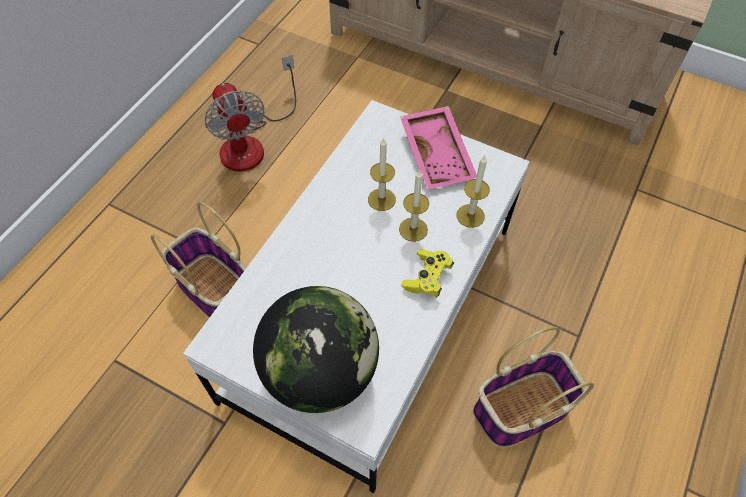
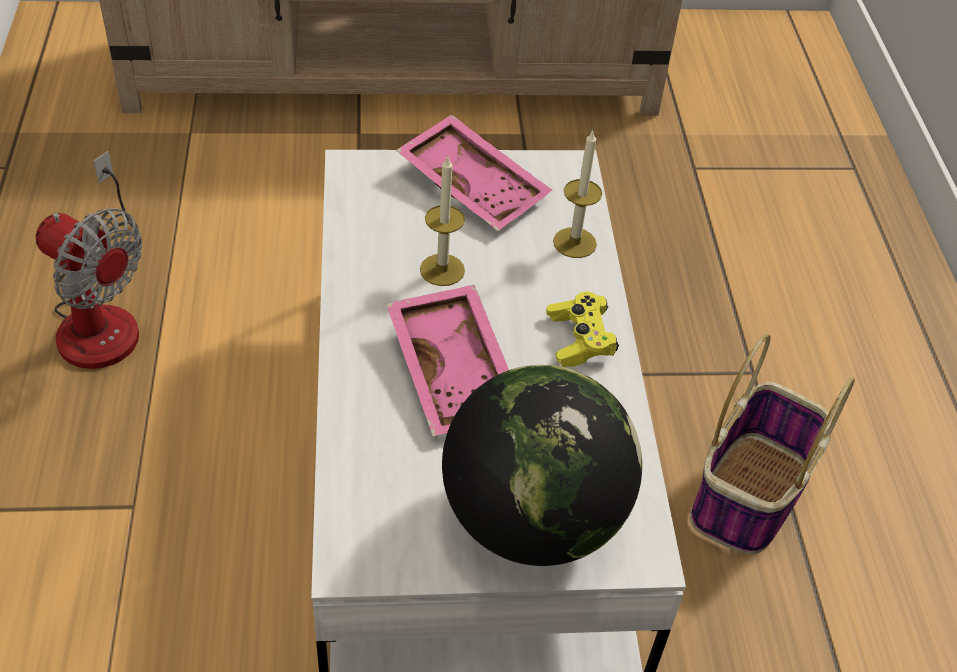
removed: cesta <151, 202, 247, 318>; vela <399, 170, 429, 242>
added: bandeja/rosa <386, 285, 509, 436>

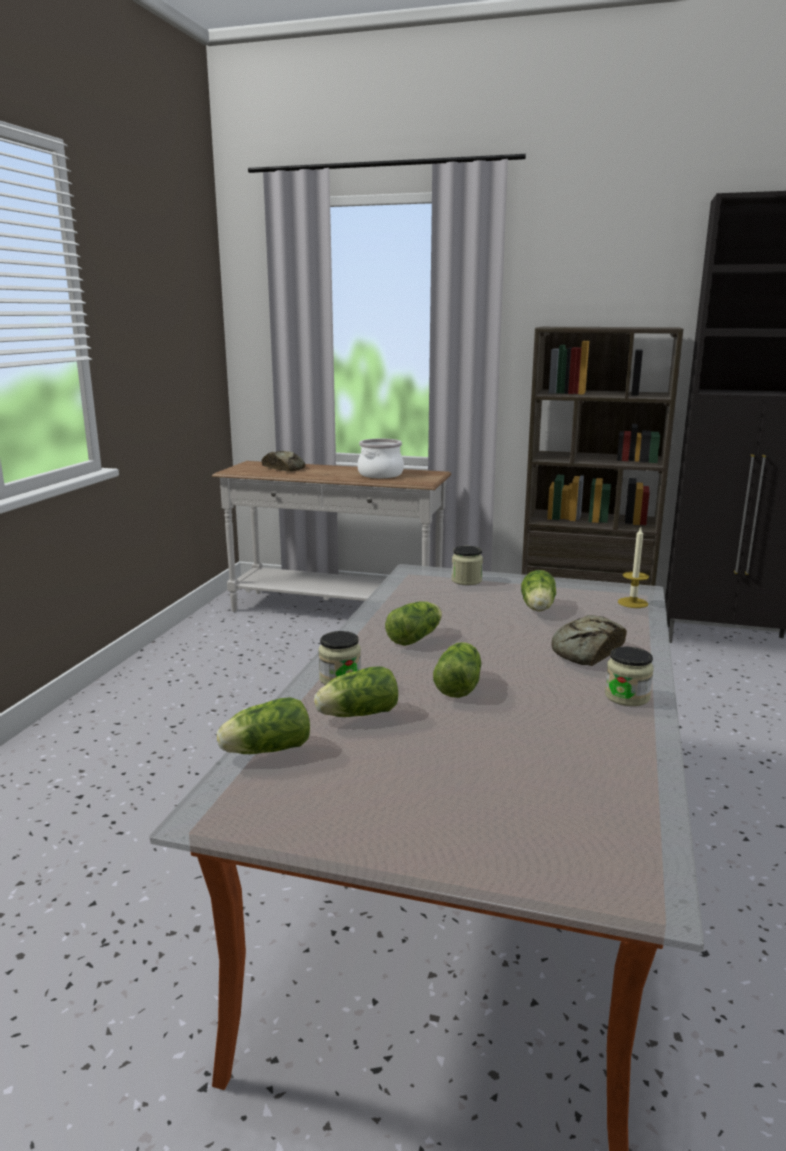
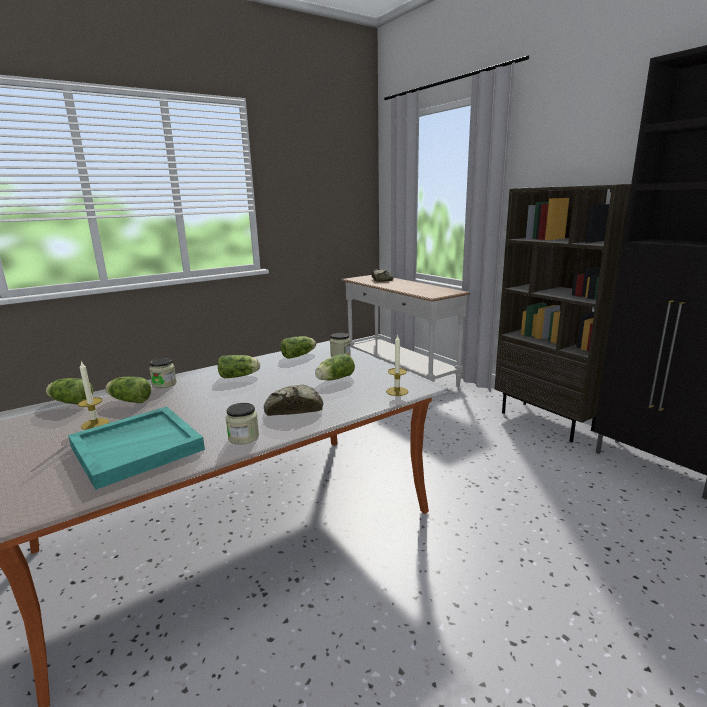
removed: olla <357, 439, 404, 478>
added: bandeja/turquesa <68, 406, 205, 490>; vela <78, 361, 109, 430>
moved: lechuga <433, 642, 481, 698> to <280, 336, 316, 359>

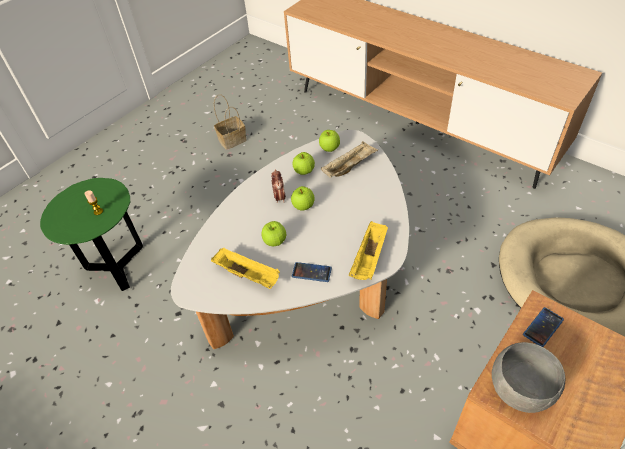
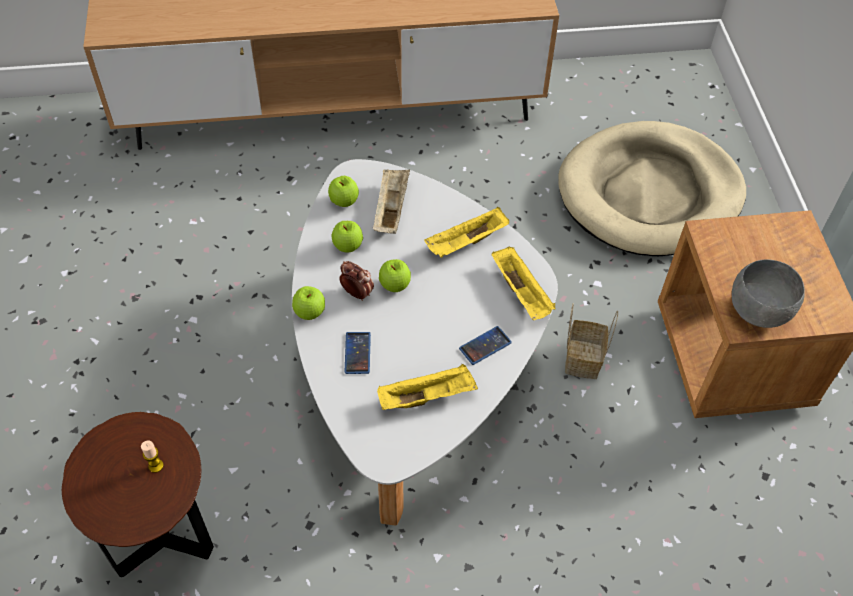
added: bandeja/amarillo <424, 207, 509, 258>
moved: manzana <261, 221, 286, 246> to <292, 286, 325, 320>; móvil <523, 307, 564, 347> to <345, 332, 371, 374>; cesta <214, 94, 247, 150> to <565, 303, 618, 379>
recoloured: mesa auxiliar/verde <40, 178, 143, 291> to mesa auxiliar/marrón <62, 412, 214, 577>

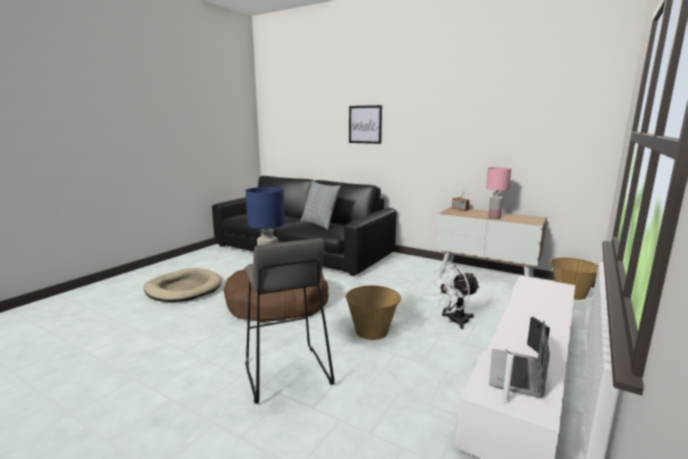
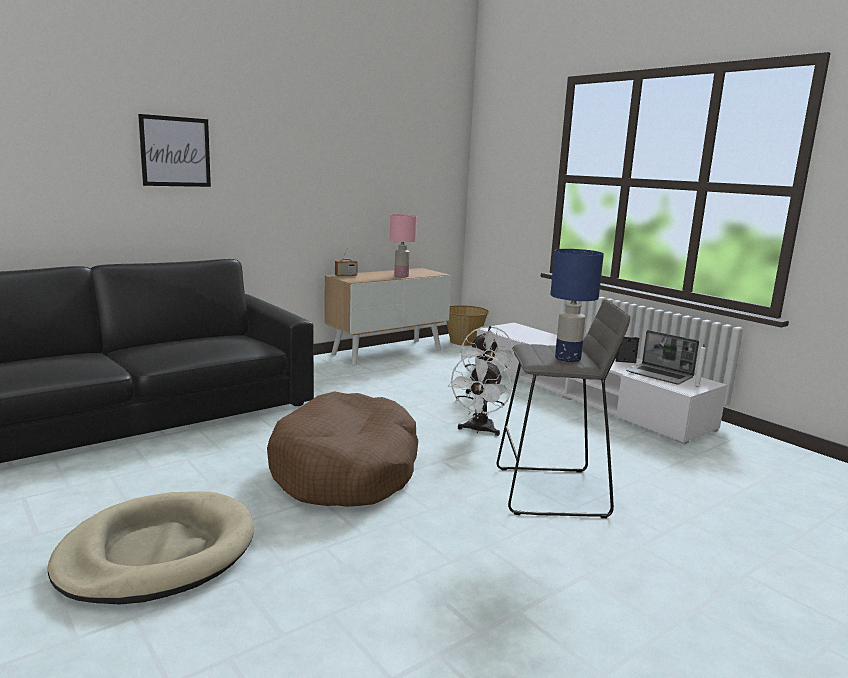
removed: cojín <301, 181, 341, 230>
replaced: cesta <346, 286, 401, 340> to ventilador/blanco <448, 354, 512, 436>

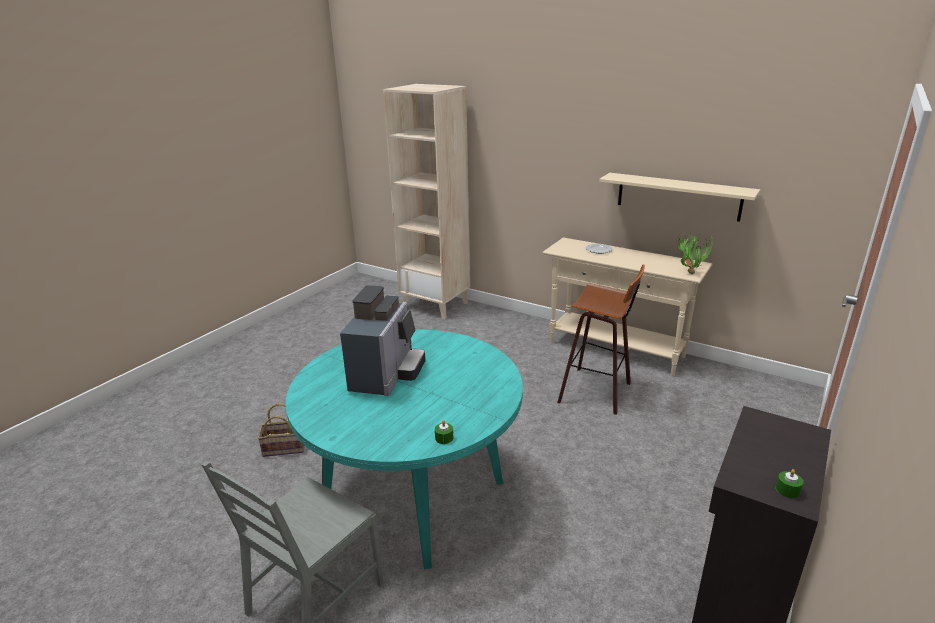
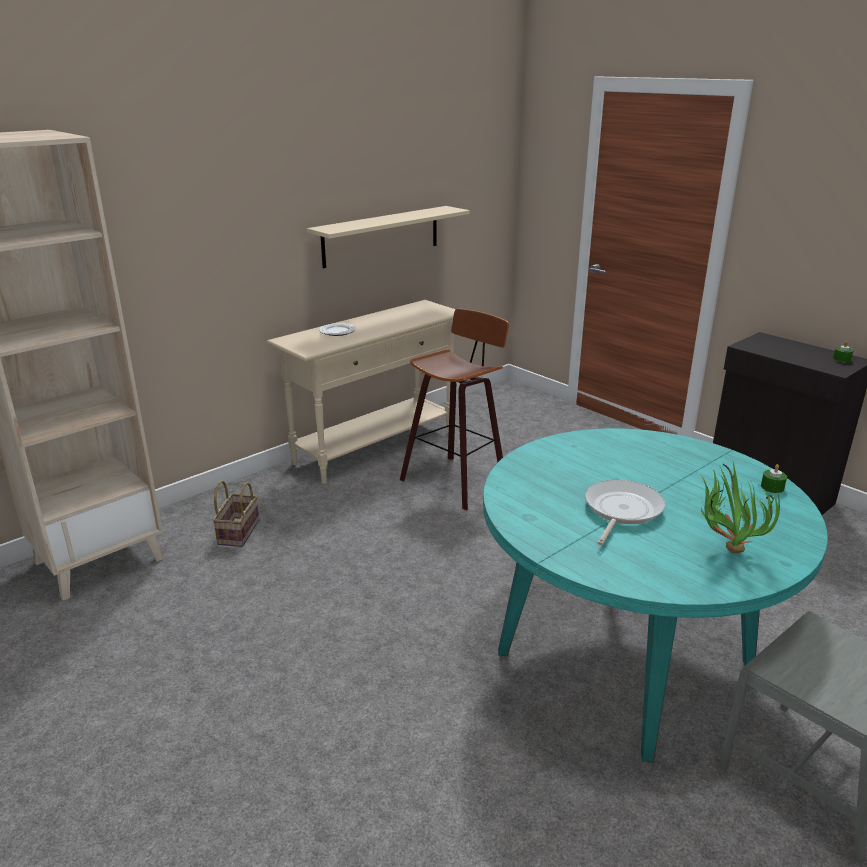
moved: cesta <258, 404, 305, 457> to <213, 481, 259, 547>; planta en maceta <675, 232, 716, 274> to <701, 462, 780, 553>
replaced: cafetera <340, 285, 425, 396> to sartén <585, 479, 666, 545>

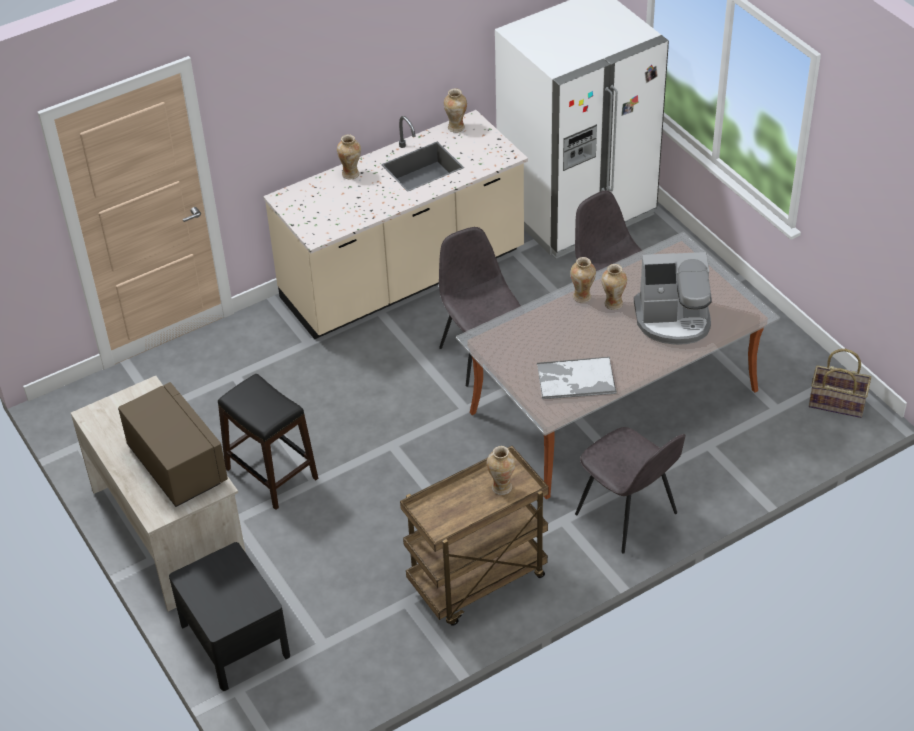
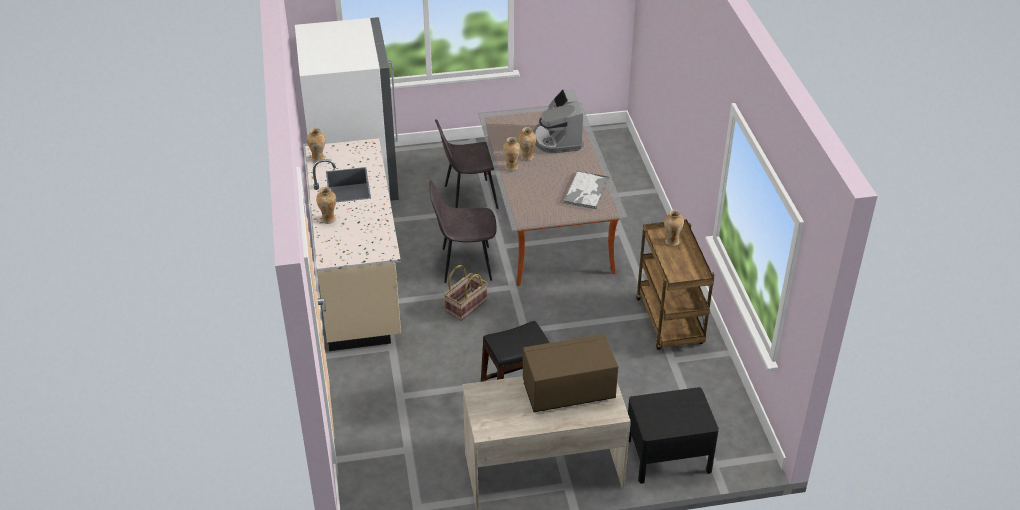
removed: silla/gris <575, 427, 686, 554>
moved: cesta <809, 349, 871, 418> to <444, 265, 487, 321>
turned: cafetera <634, 252, 712, 345> = <533, 89, 584, 153> 150 degrees clockwise

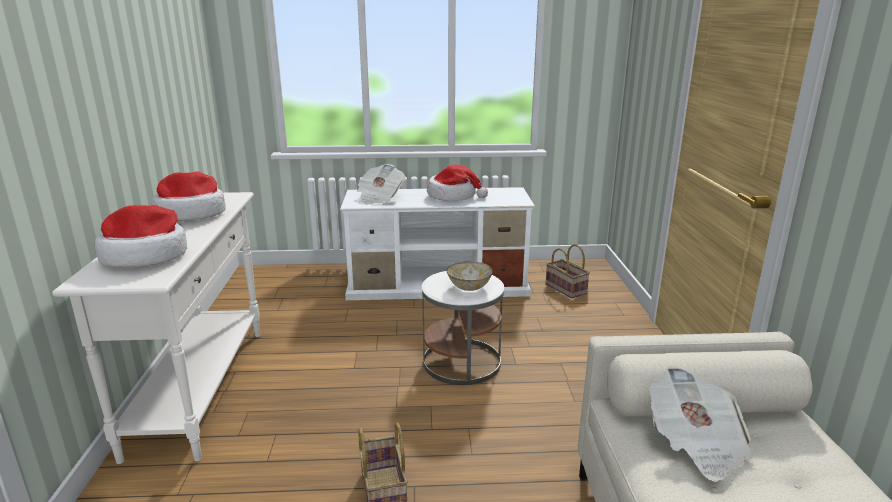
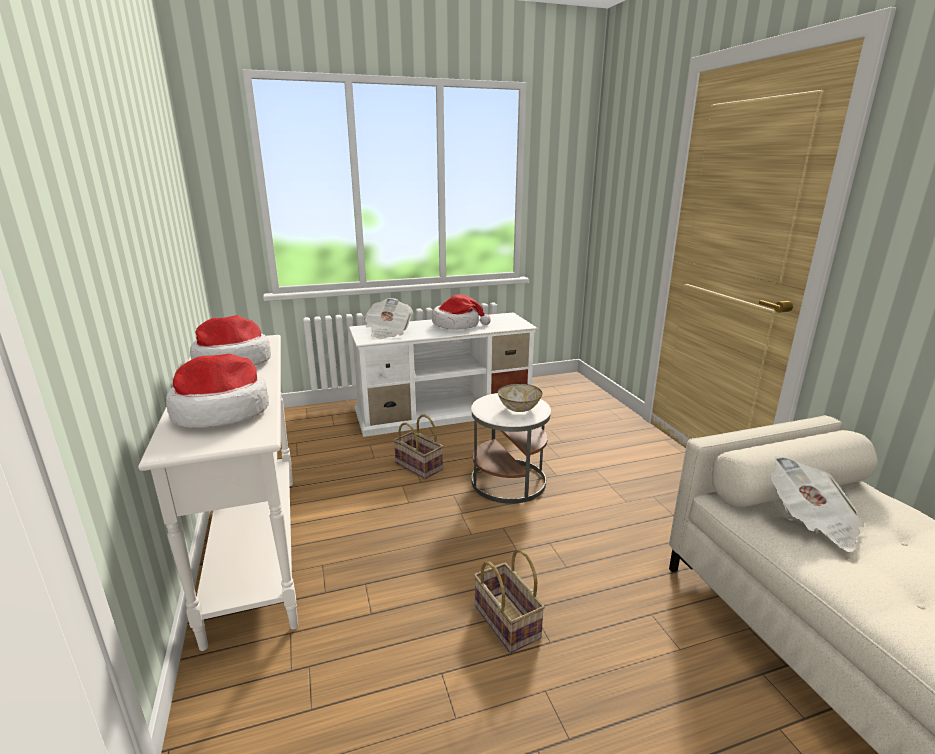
moved: cesta <546, 244, 590, 298> to <393, 414, 443, 479>

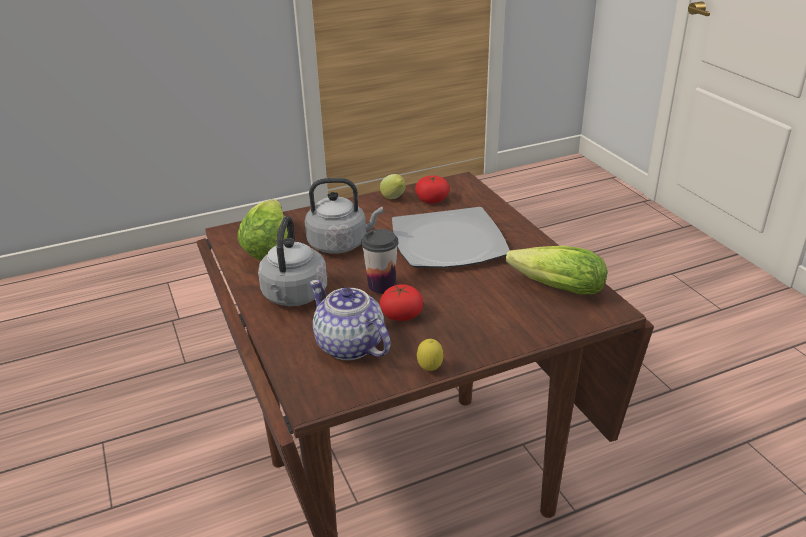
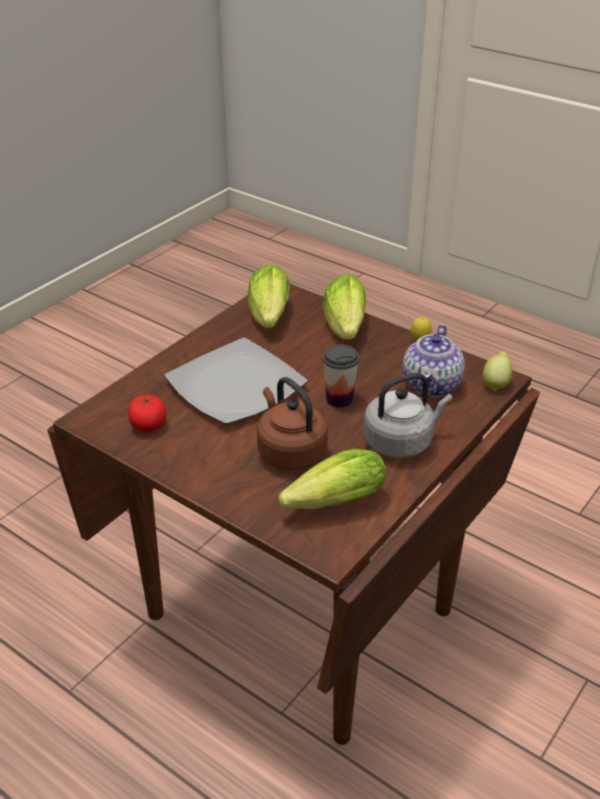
removed: tomate <380, 284, 423, 321>
added: lechuga <323, 274, 366, 340>
moved: limón <380, 174, 406, 199> to <483, 351, 512, 391>
recoloured: hervidor/gris <305, 178, 383, 254> to hervidor/marrón <257, 377, 328, 470>

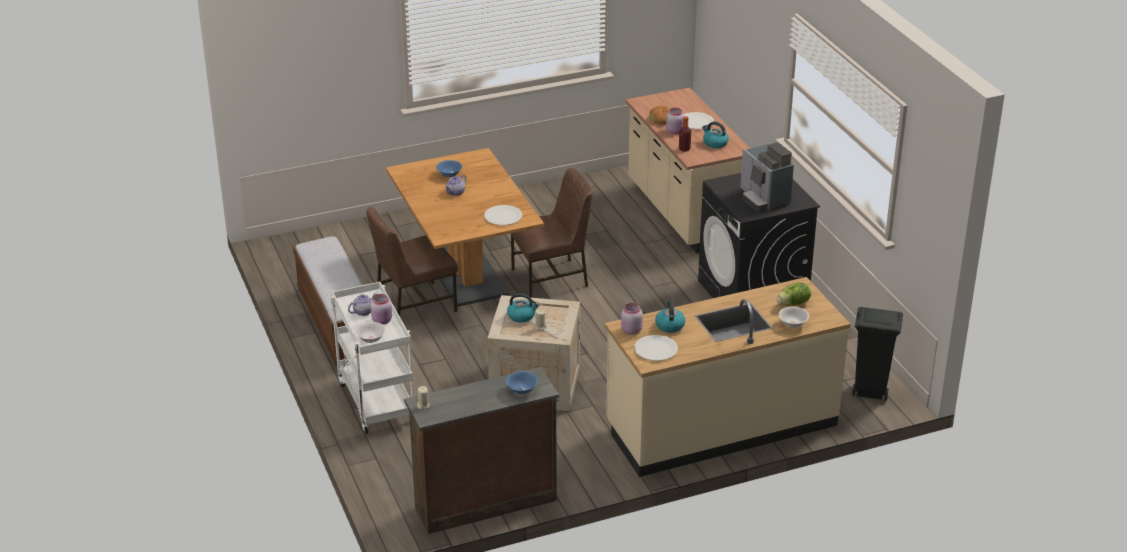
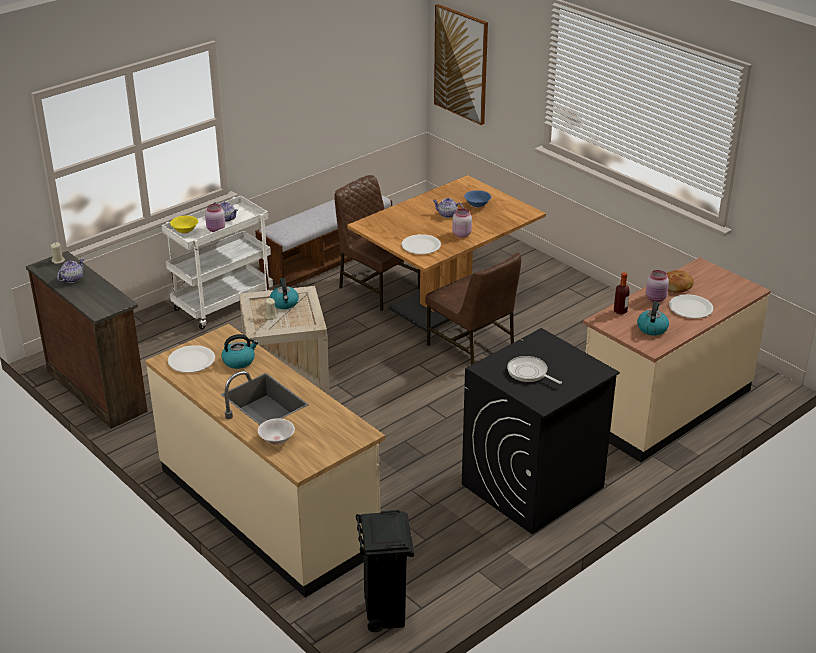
removed: cuenco/azul <505, 371, 538, 394>; lechuga <777, 283, 811, 306>
added: tetera <57, 258, 84, 283>; cuadro <434, 4, 488, 125>
moved: tarro/rosa <621, 303, 643, 335> to <452, 208, 472, 237>
replaced: cafetera <740, 142, 794, 212> to sartén <507, 356, 562, 384>
recoloured: cuenco/blanco <355, 322, 386, 343> to cuenco/amarillo <170, 215, 198, 234>

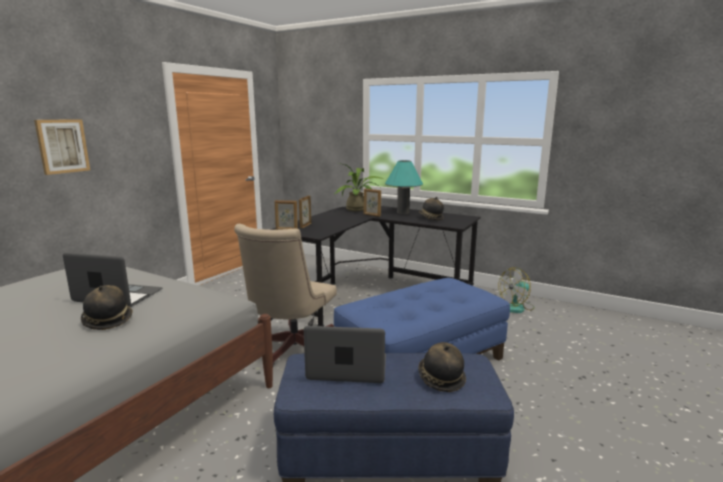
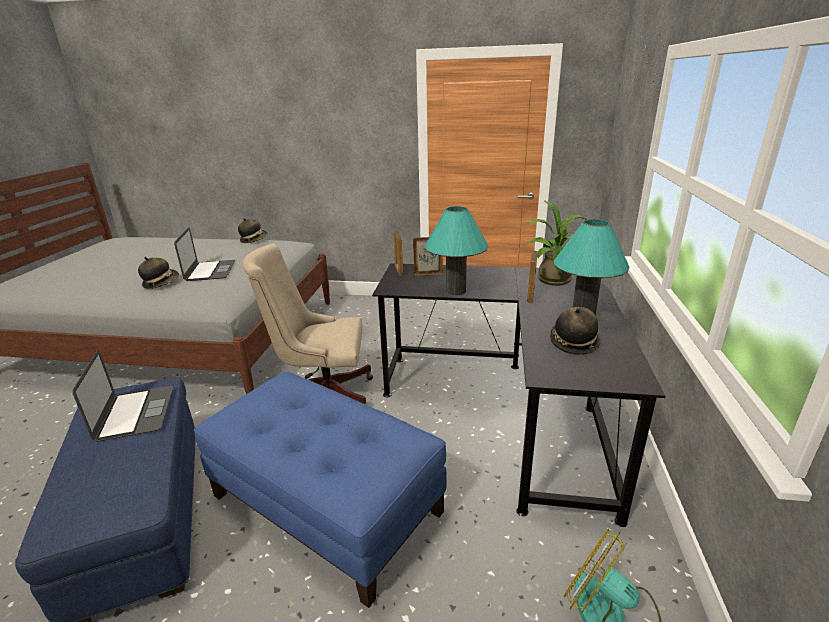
removed: cuadro <34, 119, 90, 175>
added: lámpara de mesa/turquesa <425, 206, 488, 295>
moved: sombrero <418, 342, 466, 392> to <238, 218, 268, 243>

